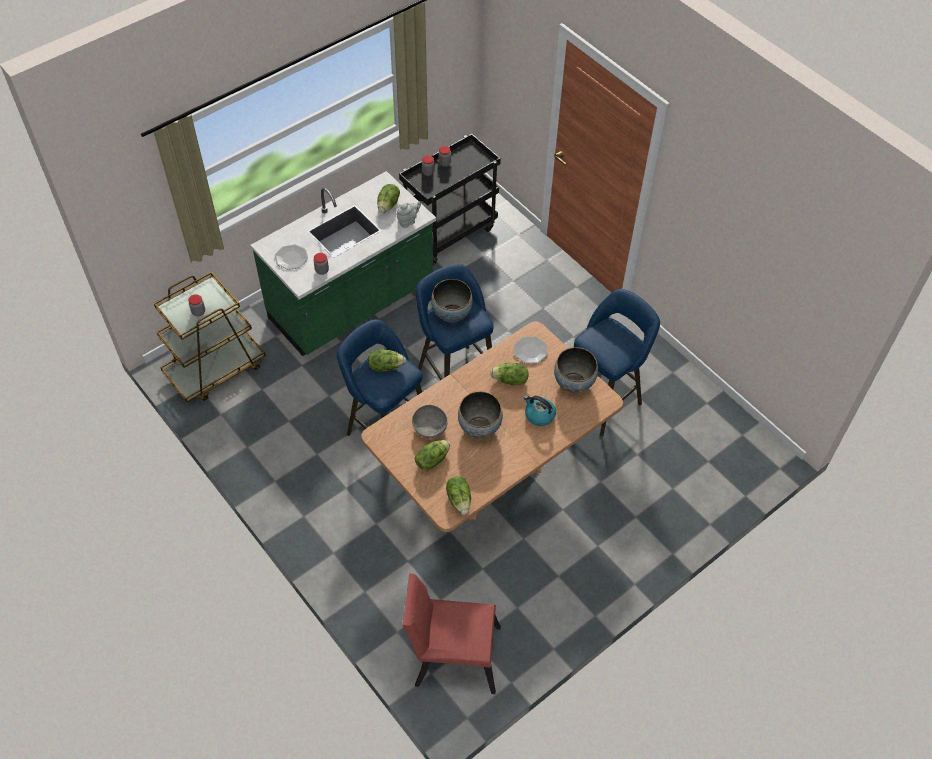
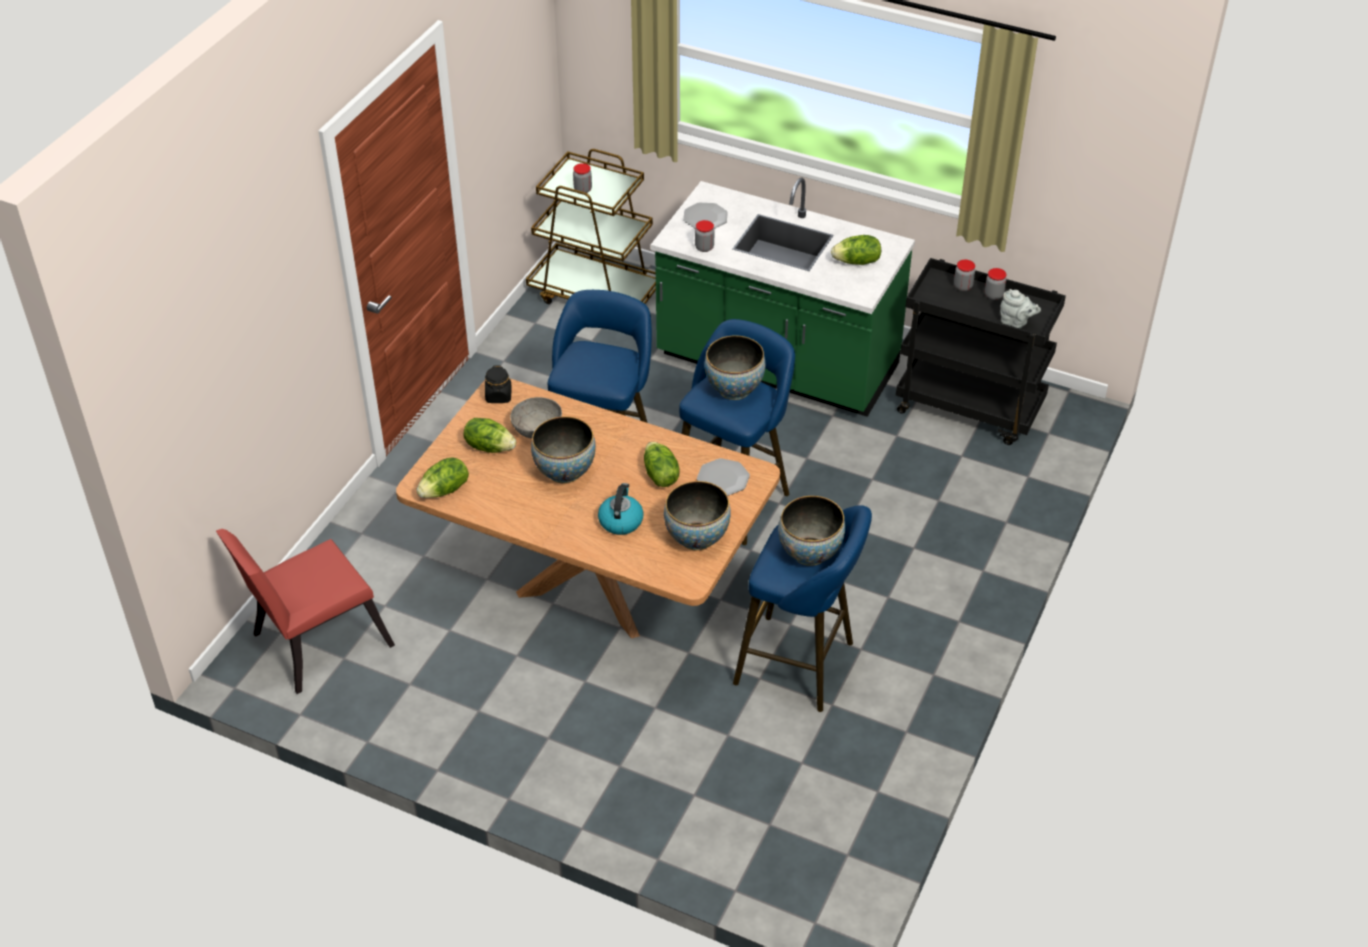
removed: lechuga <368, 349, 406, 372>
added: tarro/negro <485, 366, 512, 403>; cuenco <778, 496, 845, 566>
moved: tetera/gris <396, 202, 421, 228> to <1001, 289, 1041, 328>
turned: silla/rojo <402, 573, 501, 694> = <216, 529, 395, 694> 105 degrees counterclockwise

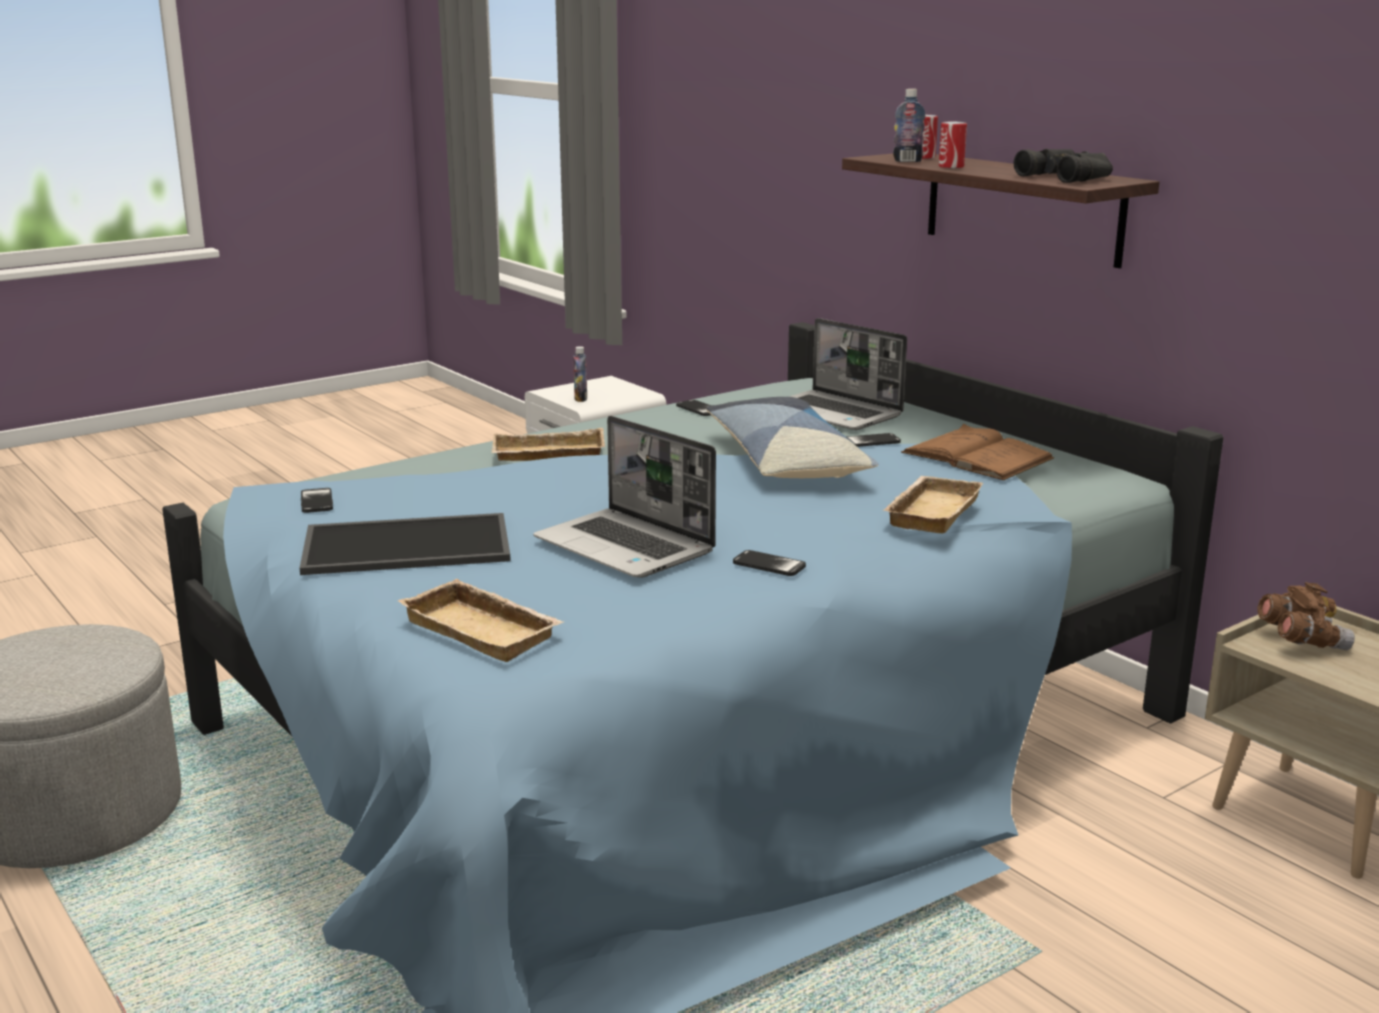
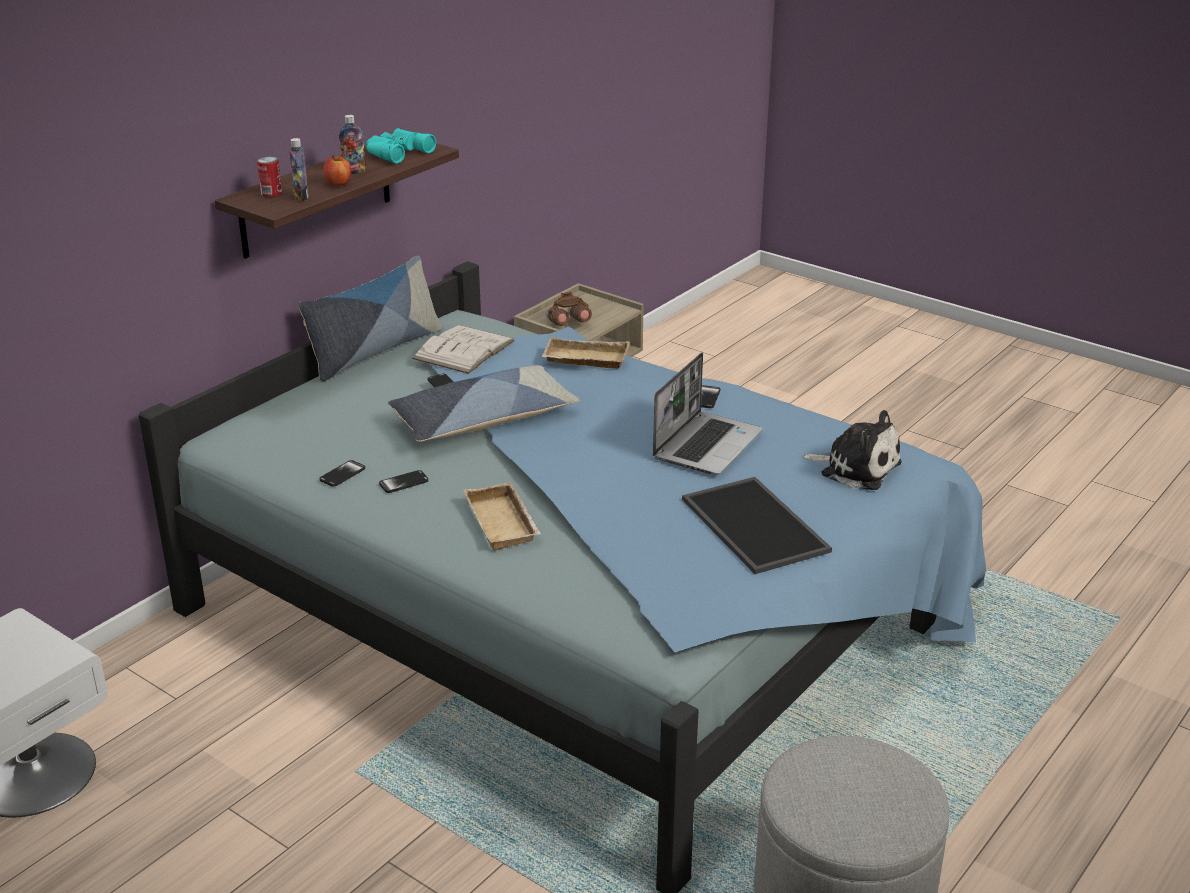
removed: portátil <789, 318, 907, 430>
added: cojín <298, 255, 442, 381>
moved: botella <573, 346, 587, 402> to <339, 115, 366, 174>; móvil <301, 488, 333, 513> to <379, 470, 429, 493>
replaced: lata <939, 122, 967, 168> to manzana <323, 155, 351, 186>; bandeja/beis <398, 579, 564, 662> to peluche <802, 410, 901, 490>
recoloured: prismáticos/negro <1014, 149, 1113, 183> to prismáticos/turquesa <366, 128, 436, 164>; libro/marrón <901, 424, 1054, 480> to libro/blanco <412, 325, 515, 374>

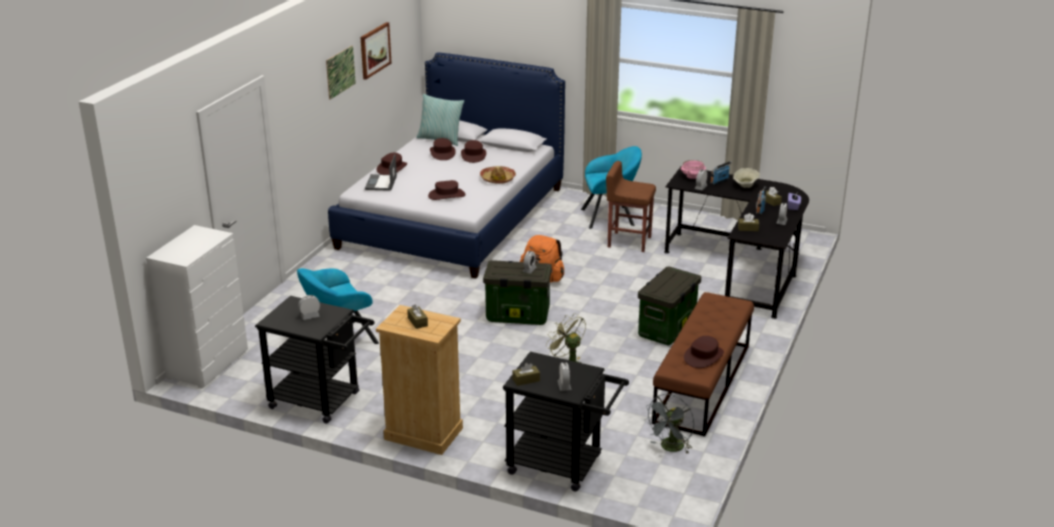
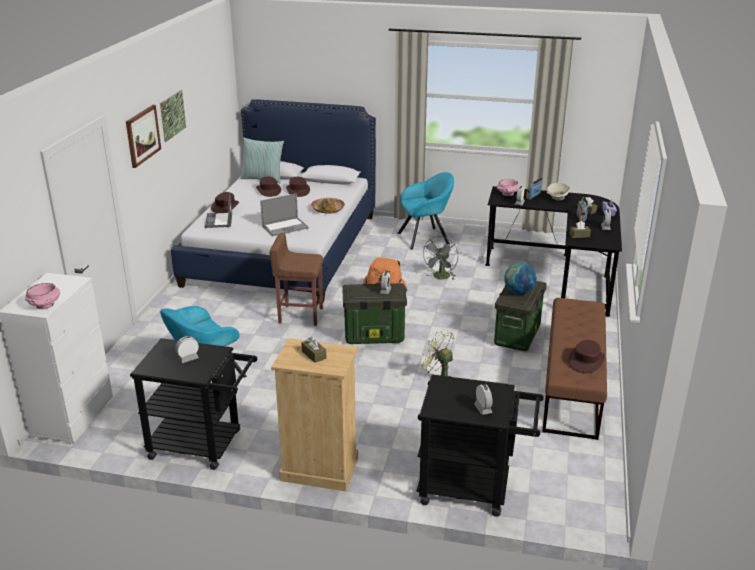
removed: caja de pañuelos/marrón <513, 363, 540, 386>
added: cuenco/rosa <25, 283, 60, 309>; globo terráqueo <504, 263, 537, 295>
moved: cuadro <361, 22, 391, 80> to <126, 105, 161, 168>; taburete/marrón <606, 161, 656, 252> to <270, 233, 323, 326>; ventilador/gris <644, 394, 694, 454> to <422, 236, 458, 280>
replaced: sombrero/marrón <428, 180, 466, 200> to portátil <260, 194, 309, 236>

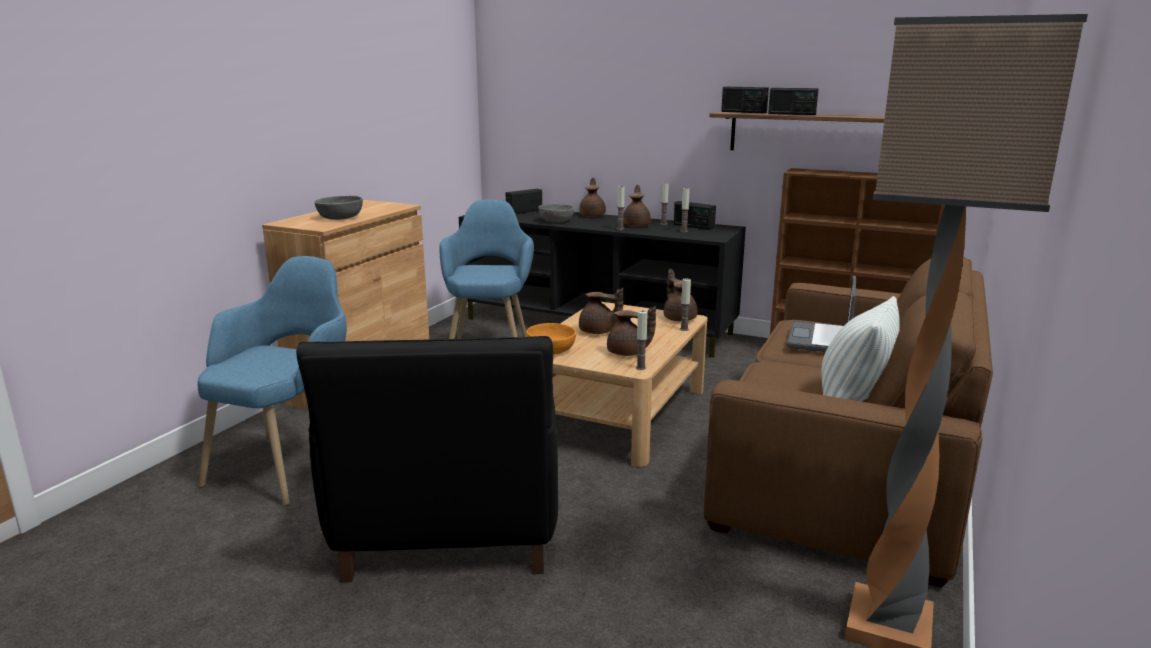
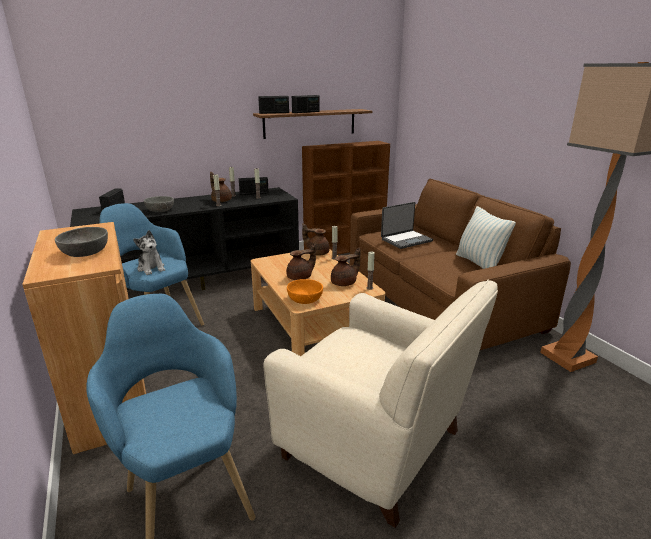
removed: tetera/marrón <580, 177, 606, 217>
added: peluche <133, 230, 165, 275>
recoloured: sillón/negro <296, 336, 558, 583> to sillón/beis <264, 280, 498, 528>
turned: portátil <787, 276, 856, 352> = <381, 202, 433, 249> 90 degrees counterclockwise

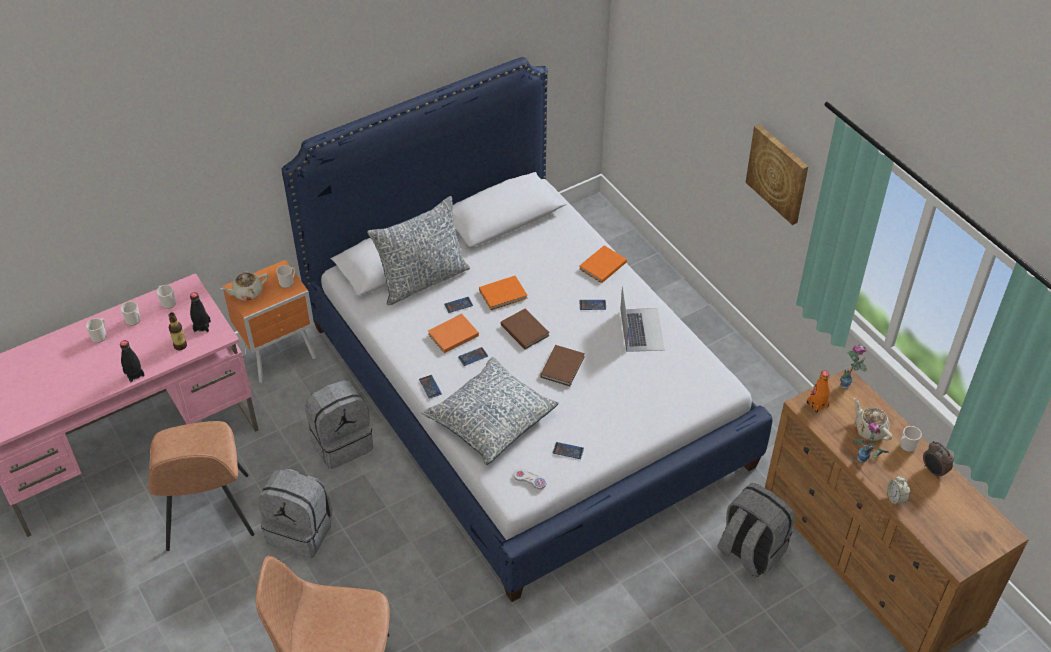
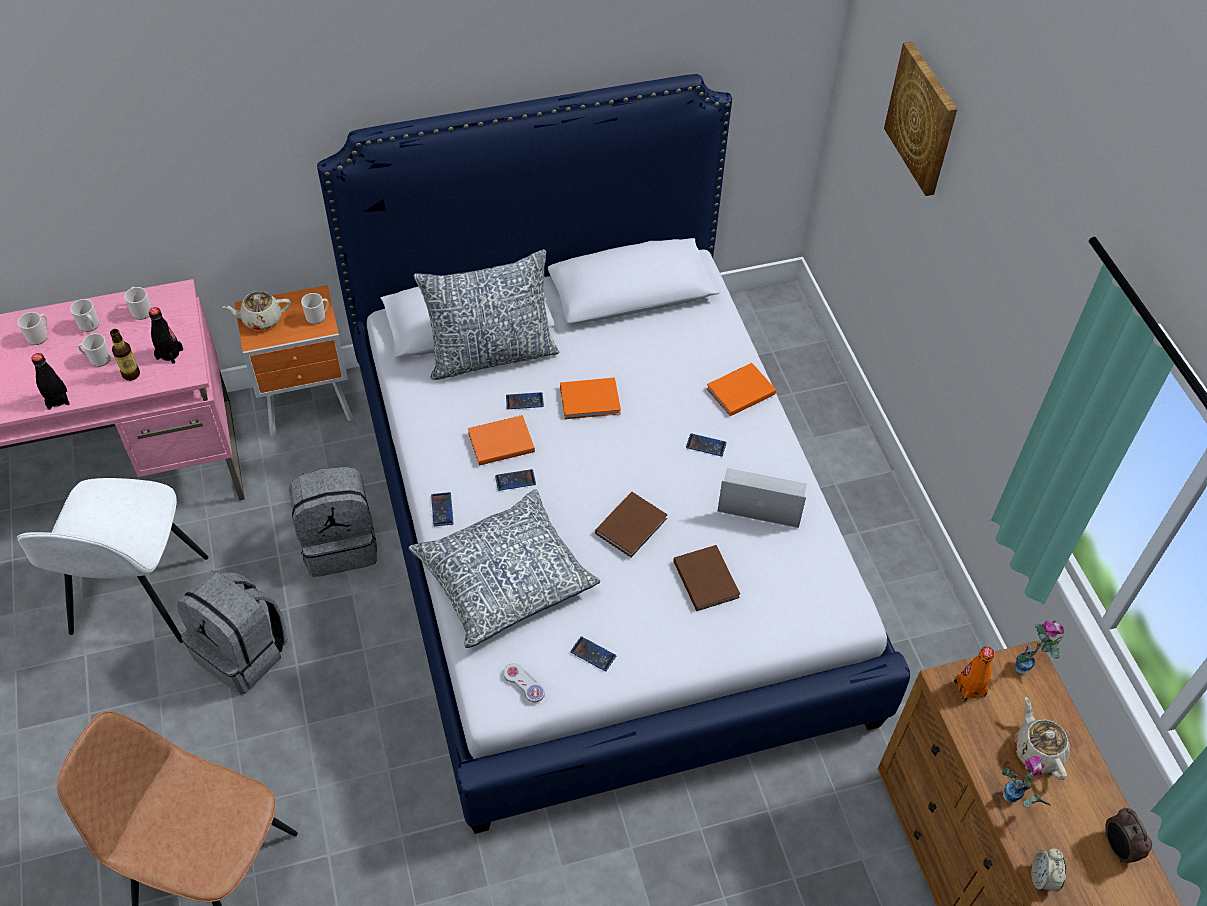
removed: mochila/gris <717, 483, 795, 577>
moved: taza grande <900, 426, 922, 452> to <78, 333, 111, 367>; libro/marrón <501, 308, 550, 349> to <673, 545, 740, 611>; cuadro <746, 124, 808, 225> to <884, 41, 957, 196>
recoloured: silla/marrón <148, 421, 254, 551> to silla/blanco <17, 478, 208, 643>
turned: portátil <620, 285, 665, 352> = <717, 468, 806, 528> 90 degrees counterclockwise

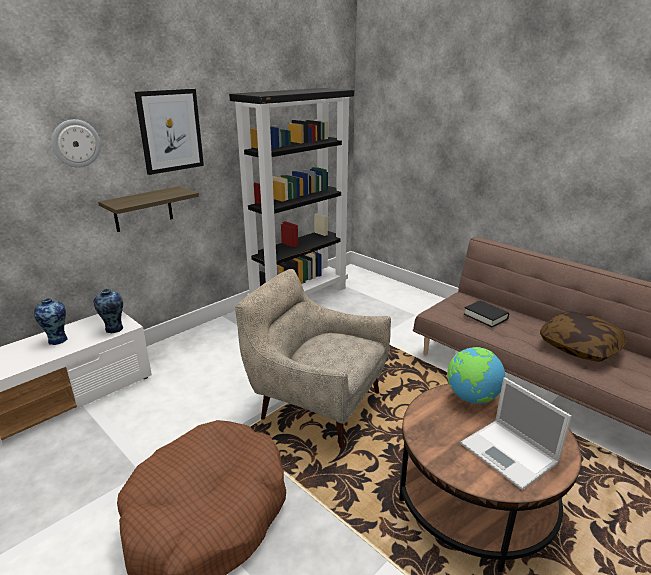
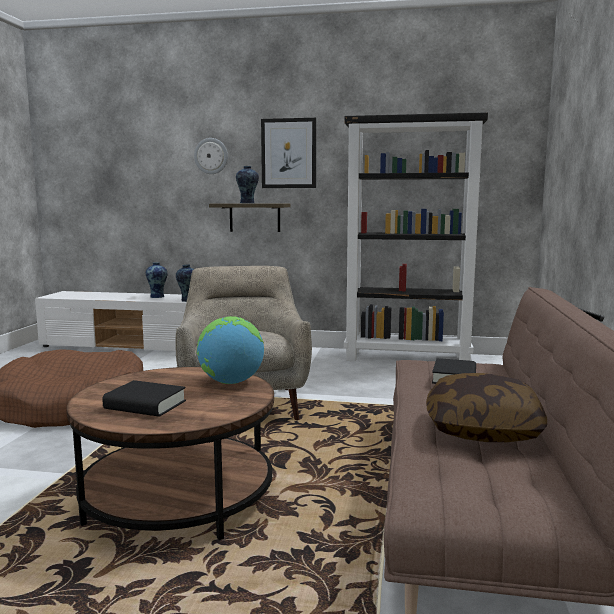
added: florero <236, 166, 259, 203>
replaced: portátil <460, 378, 572, 490> to libro/negro <102, 380, 186, 417>

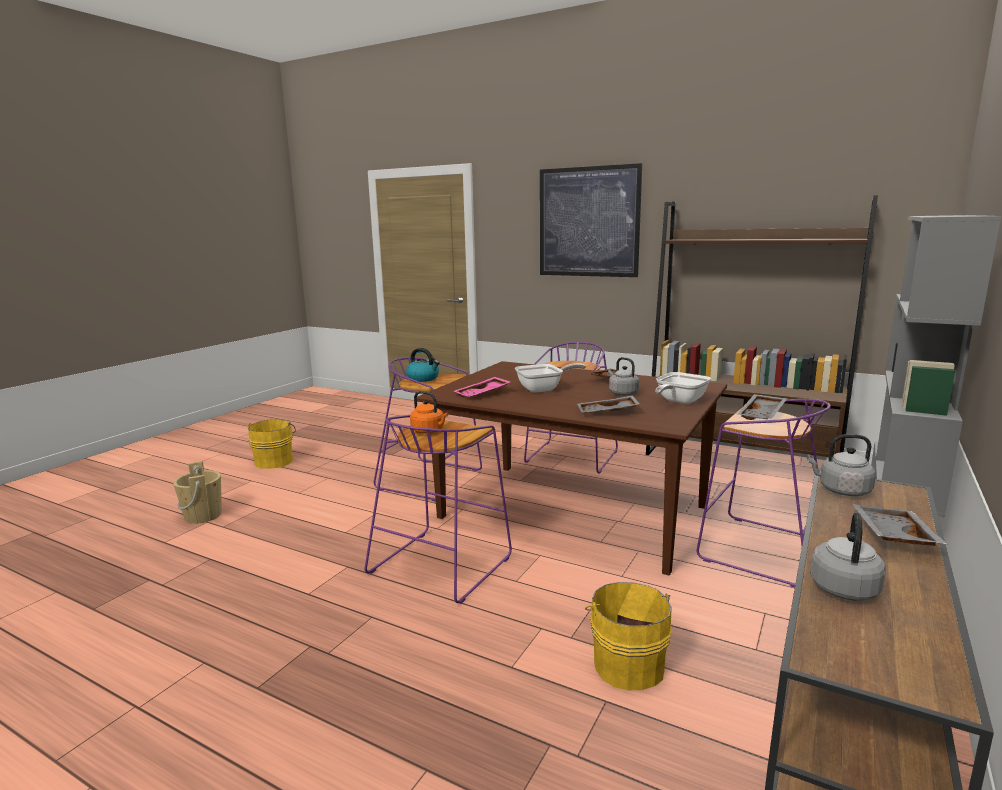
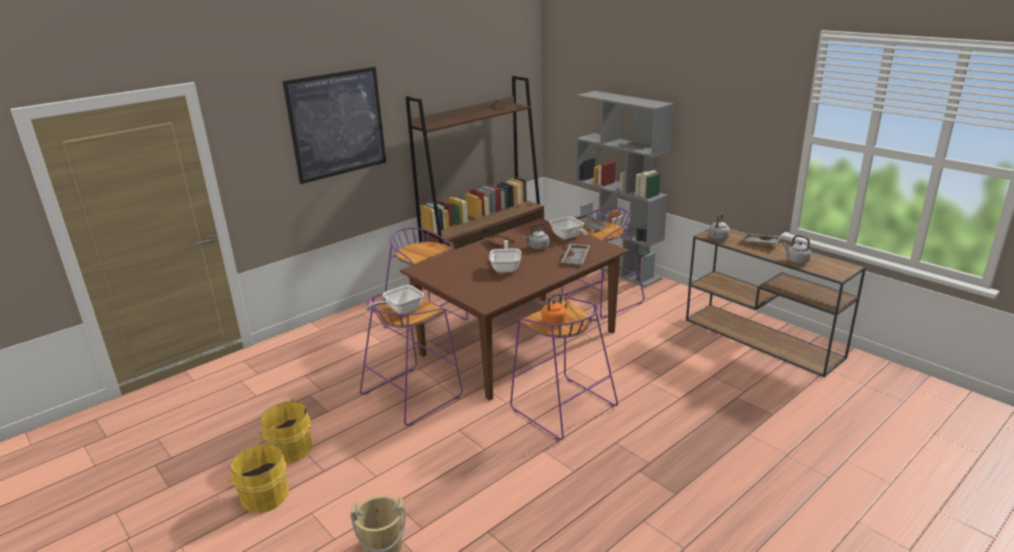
removed: bandeja/rosa <454, 377, 510, 397>
moved: cubo/amarillo <585, 582, 672, 690> to <258, 399, 312, 463>
replaced: hervidor <406, 348, 440, 382> to sartén <365, 285, 424, 314>

